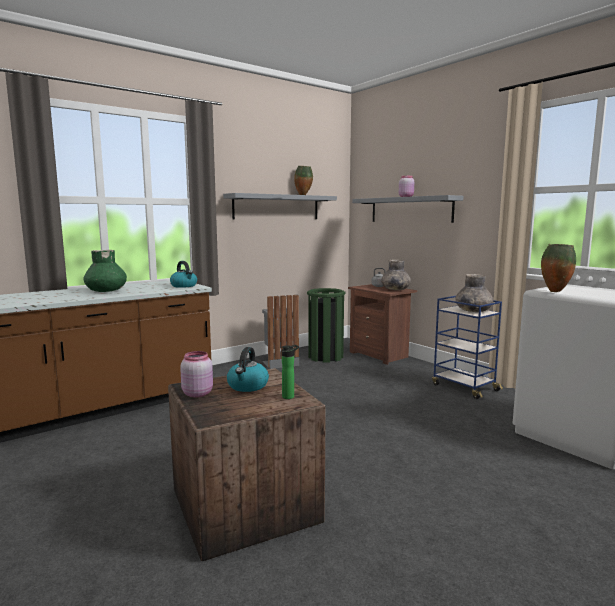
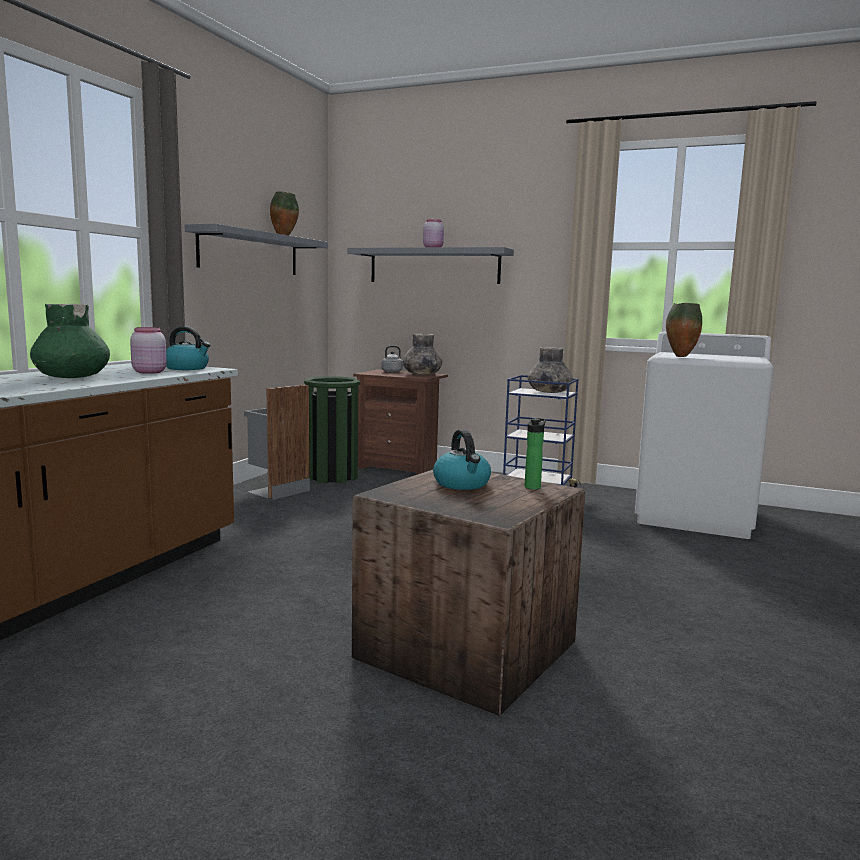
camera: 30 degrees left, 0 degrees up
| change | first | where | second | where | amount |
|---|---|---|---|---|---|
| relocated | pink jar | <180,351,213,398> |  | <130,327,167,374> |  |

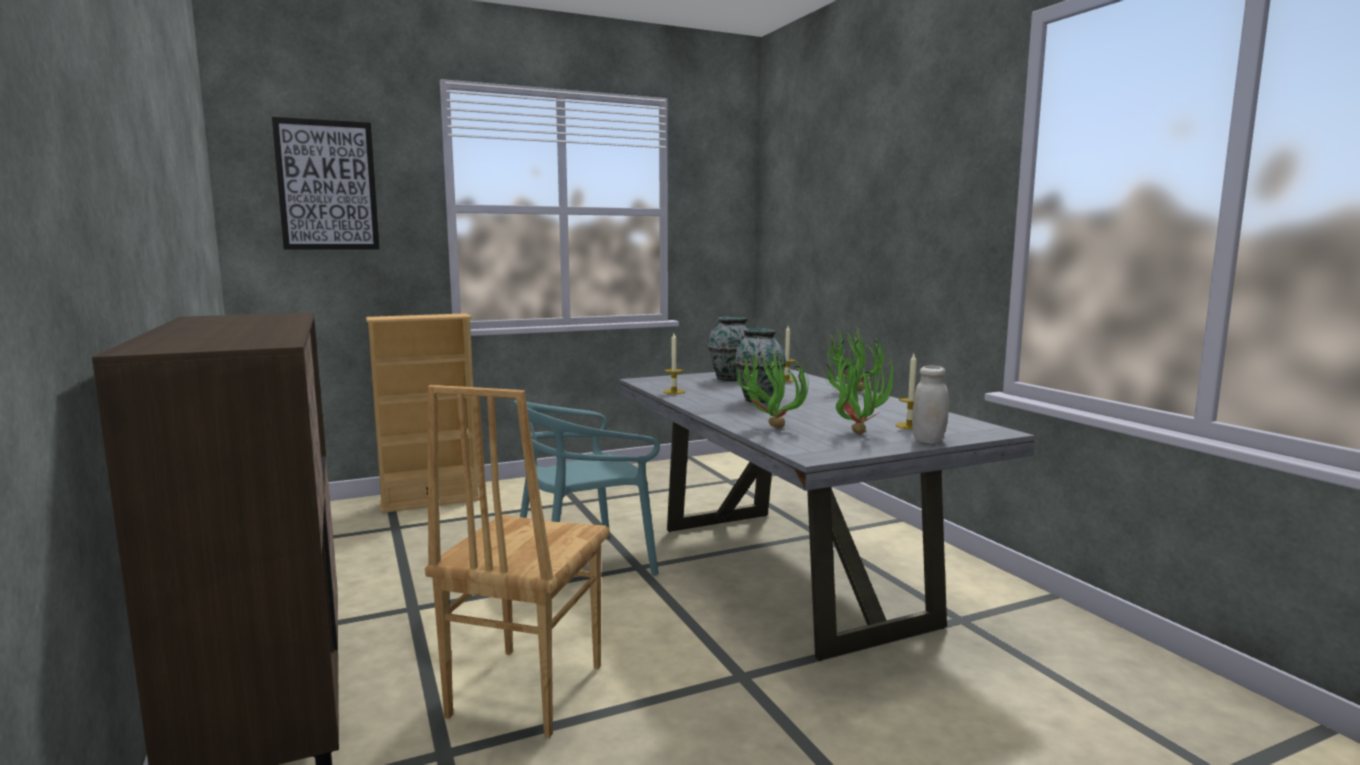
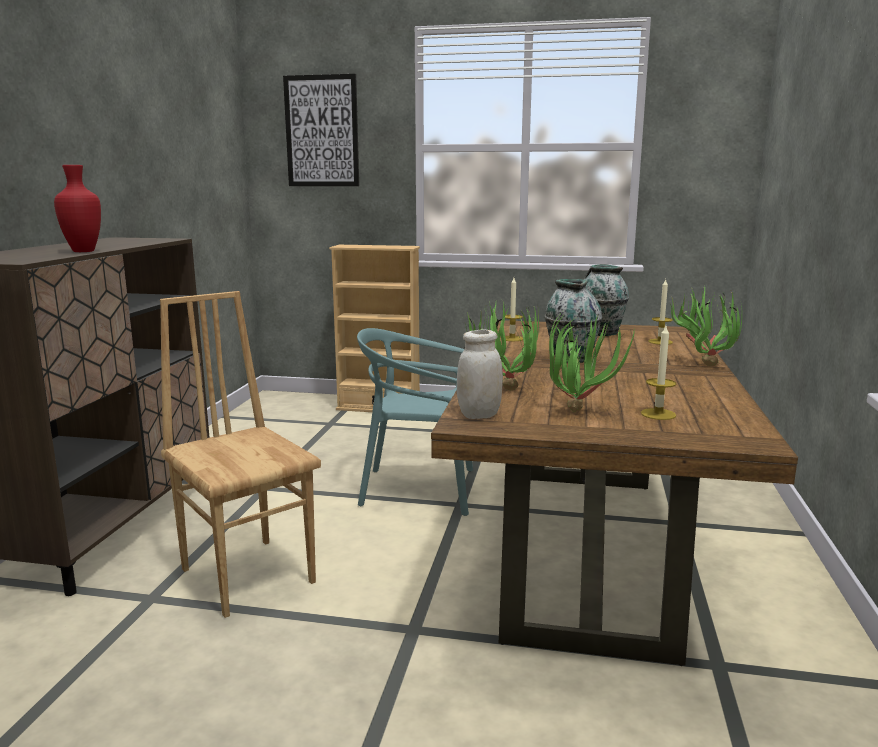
camera: 35 degrees right, 5 degrees up
| change | first | where | second | where | amount |
|---|---|---|---|---|---|
| appeared |  |  | red vase | <54,165,101,252> |  |
| spun | brown chair | <425,385,609,738> |  | <160,291,321,618> | 90 degrees clockwise |
| colour | grey dining table | <619,369,1035,661> | brown dining table | <431,320,798,666> |  |
| relocated | white jar | <912,366,949,444> |  | <457,330,503,419> |  |

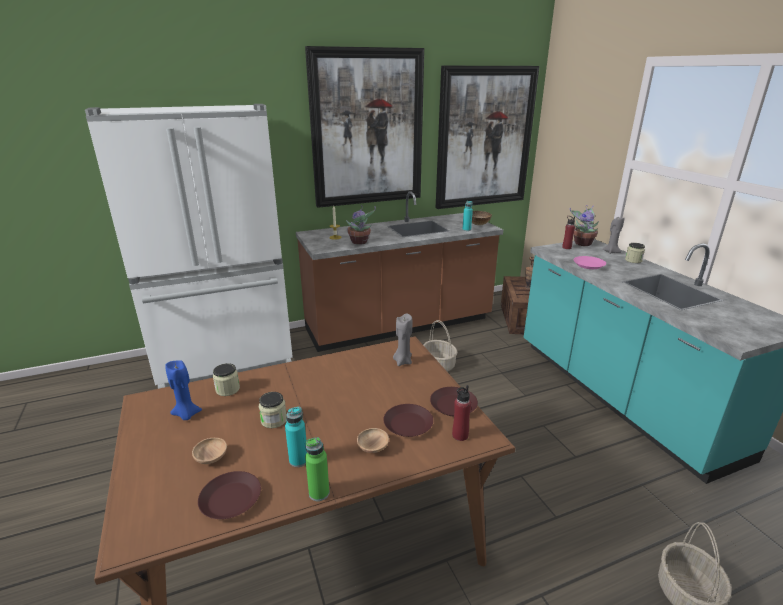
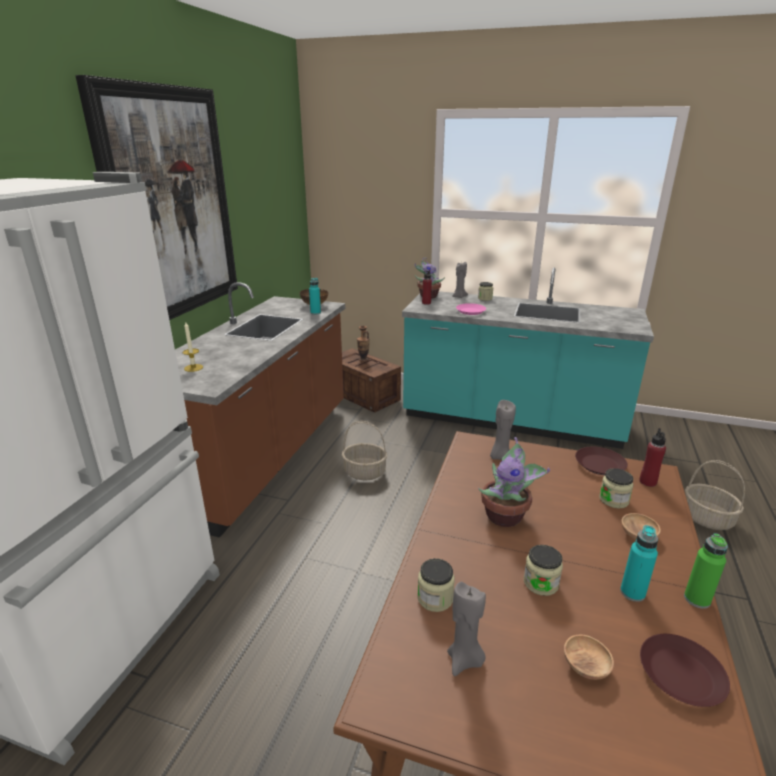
camera: 50 degrees left, 0 degrees up
| change | first | where | second | where | amount |
|---|---|---|---|---|---|
| colour | blue candle | <165,360,202,420> | grey candle | <447,581,486,676> |  |
| relocated | potted plant | <346,205,376,245> |  | <478,437,550,527> |  |
| exchanged | brown plate | <383,404,433,437> | jar | <599,468,634,509> |  |
| missing | picture | <436,66,539,209> |  |  |  |

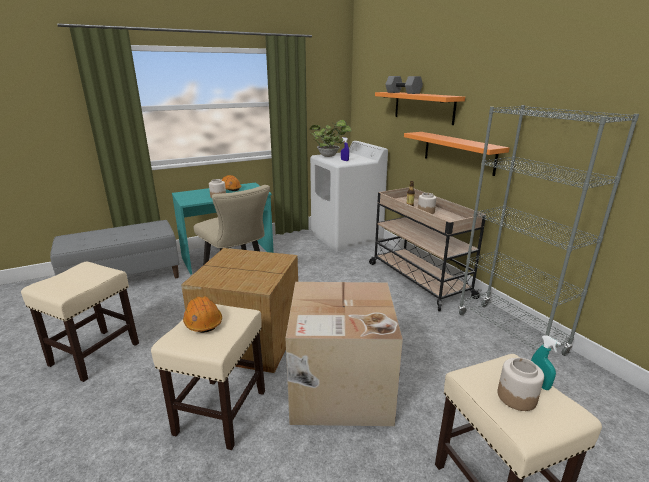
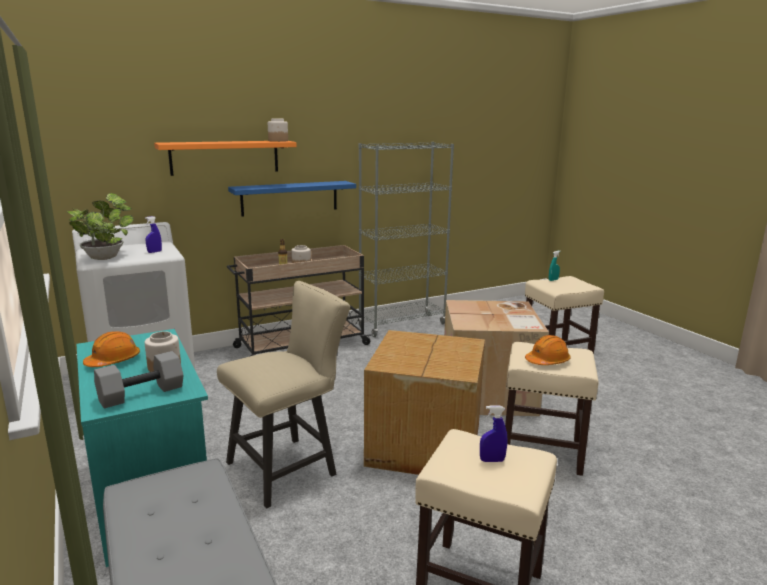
camera: 90 degrees left, 5 degrees down
| change | first | where | second | where | amount |
|---|---|---|---|---|---|
| relocated | grey dumbbell | <385,76,423,94> |  | <94,351,184,409> |  |
| colour | orange shelf | <404,132,509,176> | blue shelf | <228,181,356,217> |  |
| relocated | jar | <497,358,544,411> |  | <268,118,288,142> |  |
| appeared |  |  | blue spray bottle | <480,406,507,462> |  |

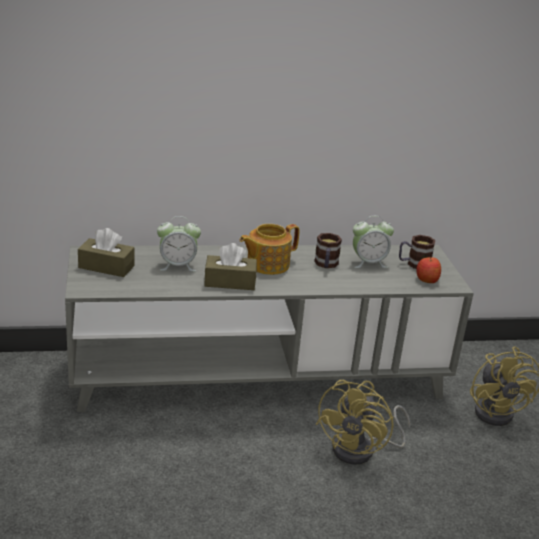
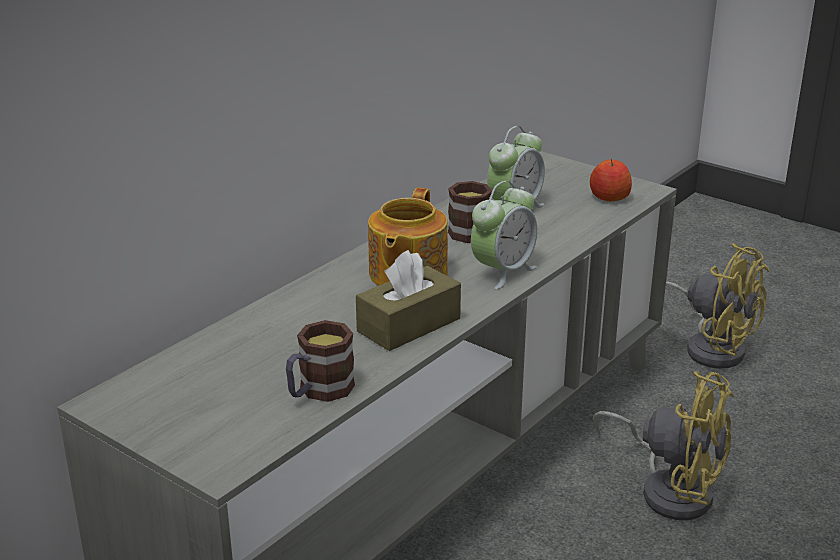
camera: 40 degrees left, 0 degrees up
| change | first | where | second | where | amount |
|---|---|---|---|---|---|
| relocated | mug | <399,235,435,269> |  | <286,320,355,402> |  |
| relocated | alarm clock | <157,216,201,272> |  | <471,181,537,289> |  |
| spun | yellow fan | <316,380,410,465> |  | <593,371,734,520> | 45 degrees counterclockwise |
| missing | brown tissue box | <78,228,135,277> |  |  |  |

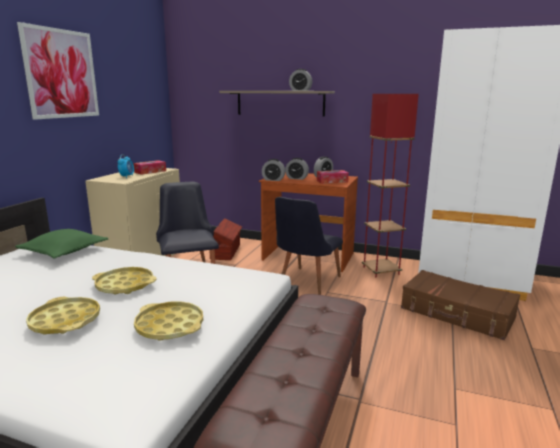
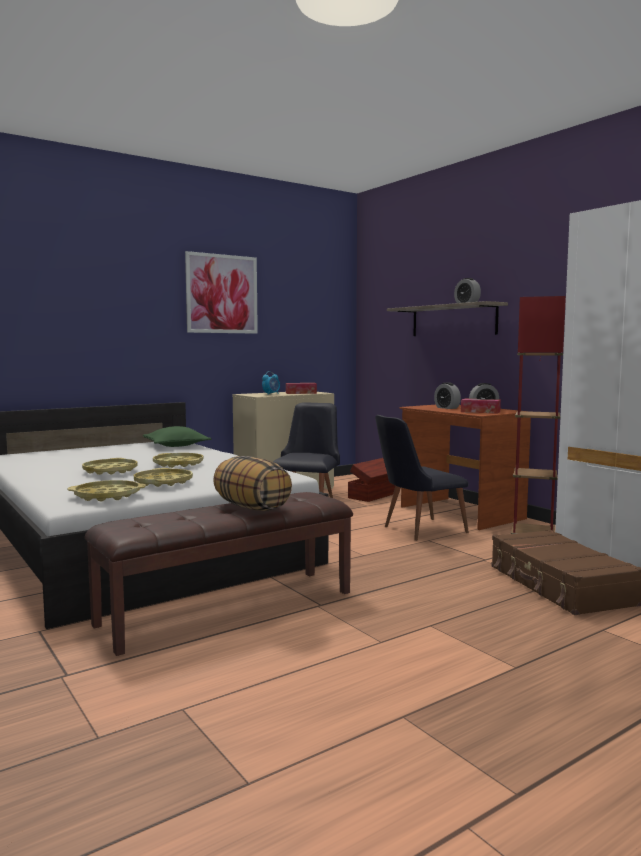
camera: 35 degrees right, 10 degrees down
| change | first | where | second | where | amount |
|---|---|---|---|---|---|
| appeared |  |  | yellow tray | <68,480,146,501> |  |
| appeared |  |  | pillow | <213,456,292,511> |  |
| missing | alarm clock | <262,159,285,181> |  |  |  |

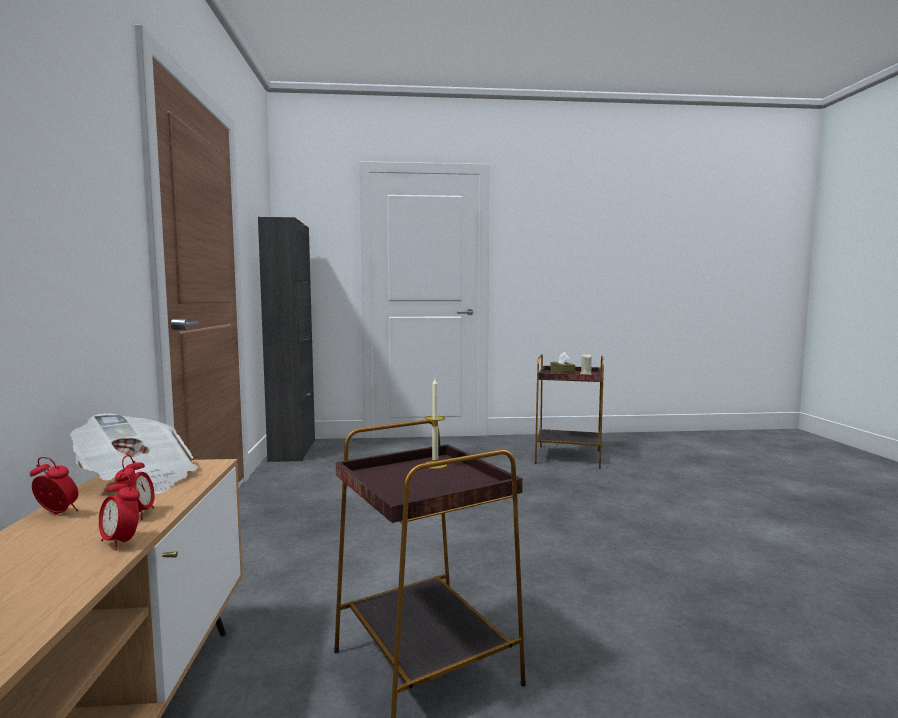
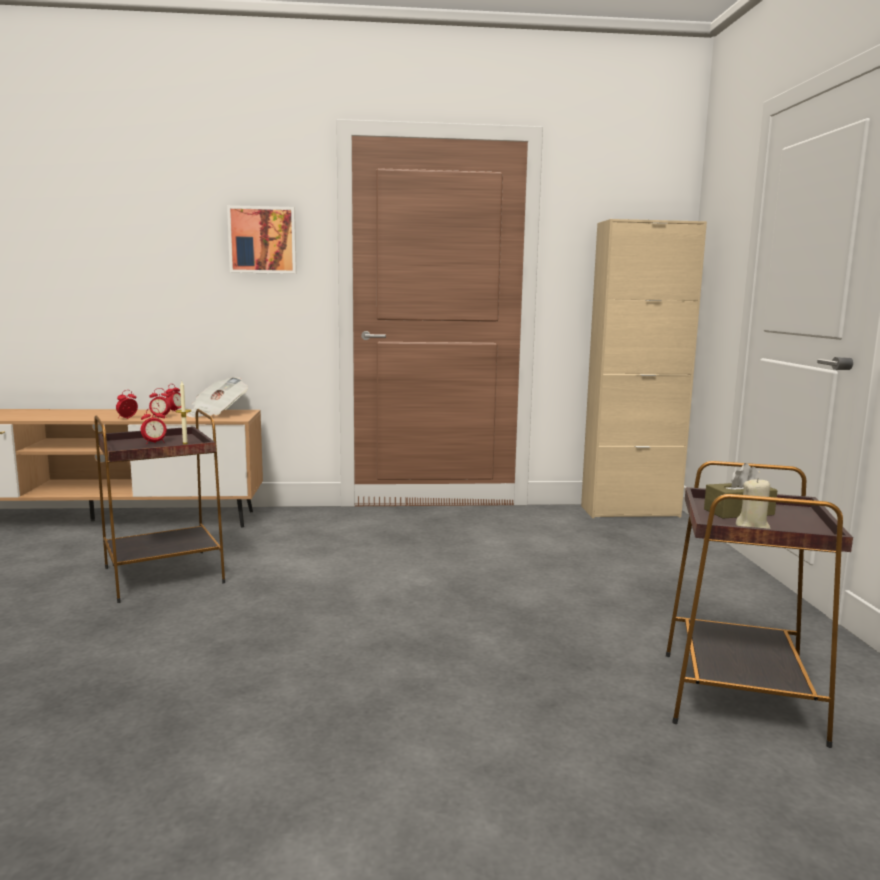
camera: 90 degrees right, 5 degrees up
| change | first | where | second | where | amount |
|---|---|---|---|---|---|
| appeared |  |  | alarm clock | <141,408,167,444> |  |
| appeared |  |  | picture | <227,205,297,274> |  |
| colour | black cabinet | <258,217,315,462> | beige cabinet | <581,219,707,518> |  |

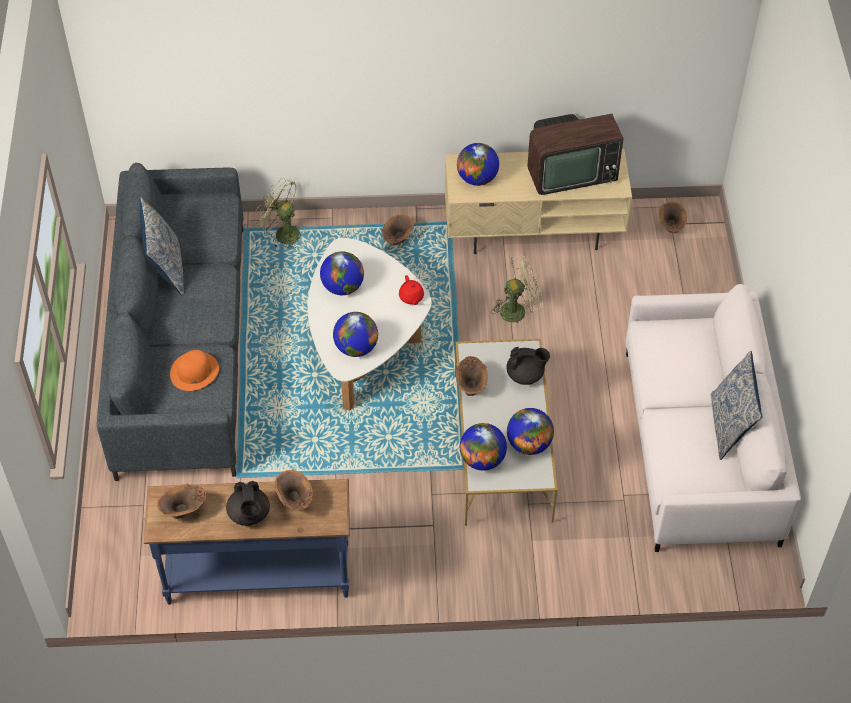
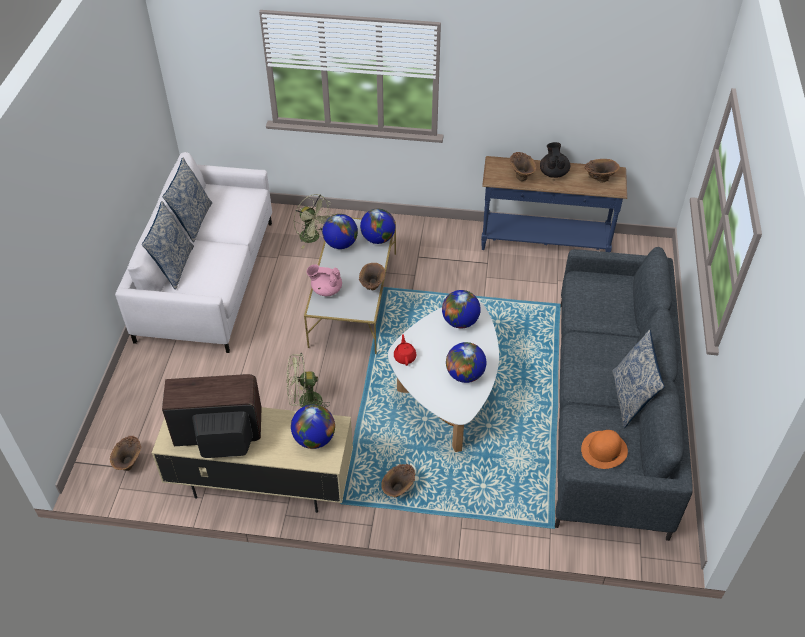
camera: 170 degrees left, 5 degrees down
| change | first | where | second | where | amount |
|---|---|---|---|---|---|
| appeared |  |  | pillow | <142,201,194,290> |  |
| relocated | green fan | <255,178,300,250> |  | <294,194,333,249> |  |
| colour | black teapot | <506,347,550,385> | pink teapot | <307,264,342,296> |  |
| relocated | orange hat | <170,350,219,391> |  | <581,430,628,469> |  |

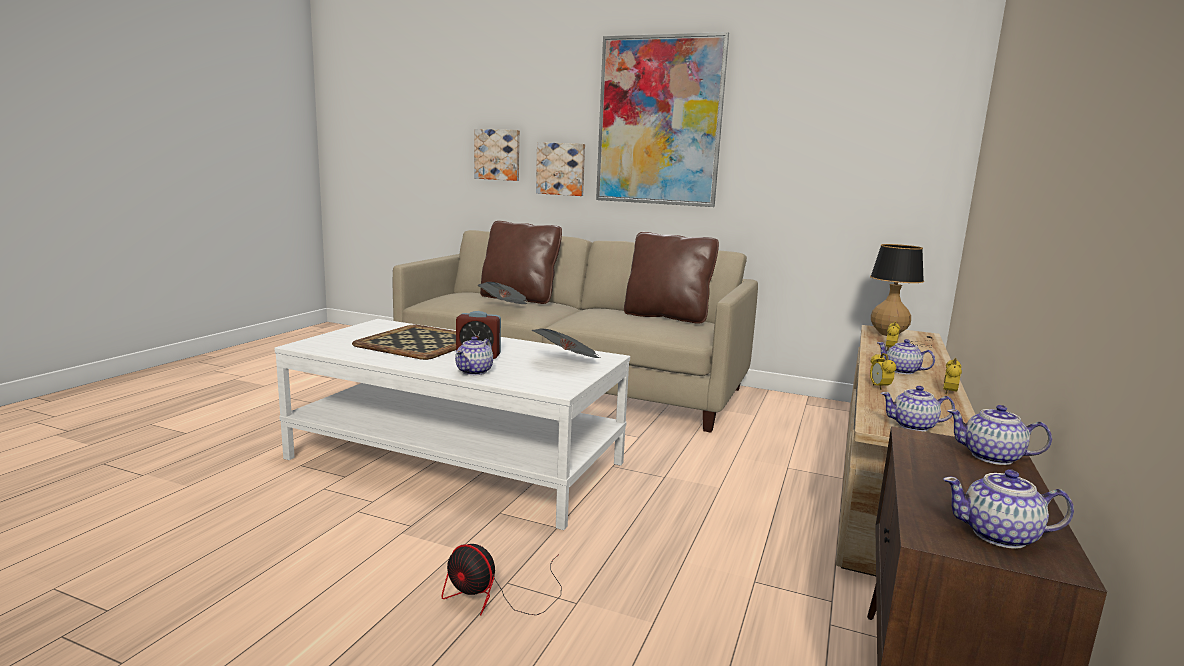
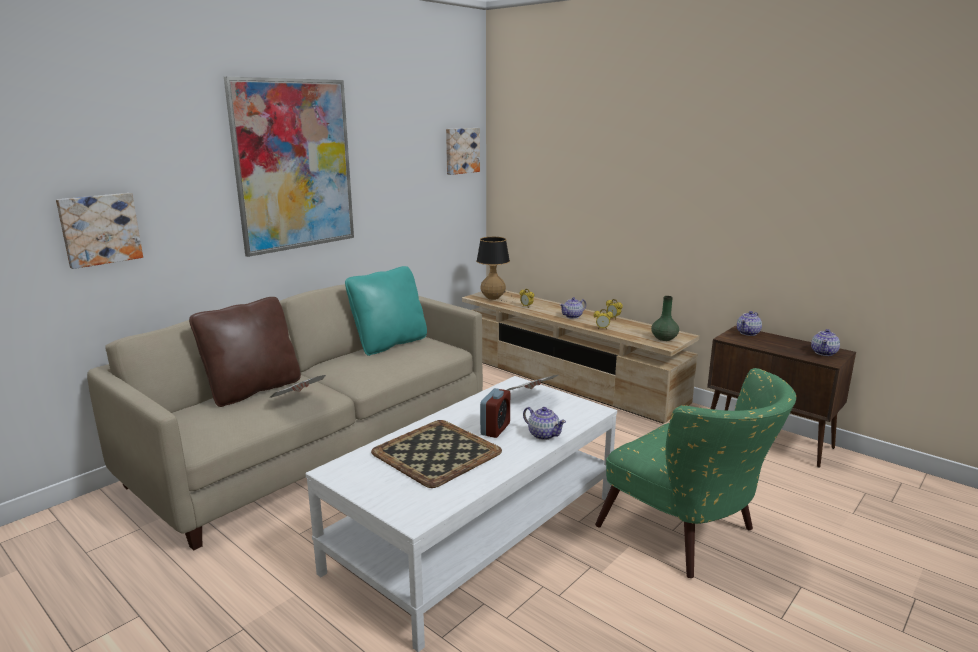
camera: 70 degrees left, 5 degrees up
| change | first | where | second | where | amount |
|---|---|---|---|---|---|
| colour | brown pillow | <624,232,719,324> | turquoise pillow | <345,266,427,356> |  |
| relocated | picture | <536,142,585,196> |  | <446,128,480,175> |  |
| exchanged | fan | <442,544,562,616> | green armchair | <595,368,796,578> |  |
| exchanged | teapot | <881,386,955,432> | green vase | <651,296,679,341> |  |

